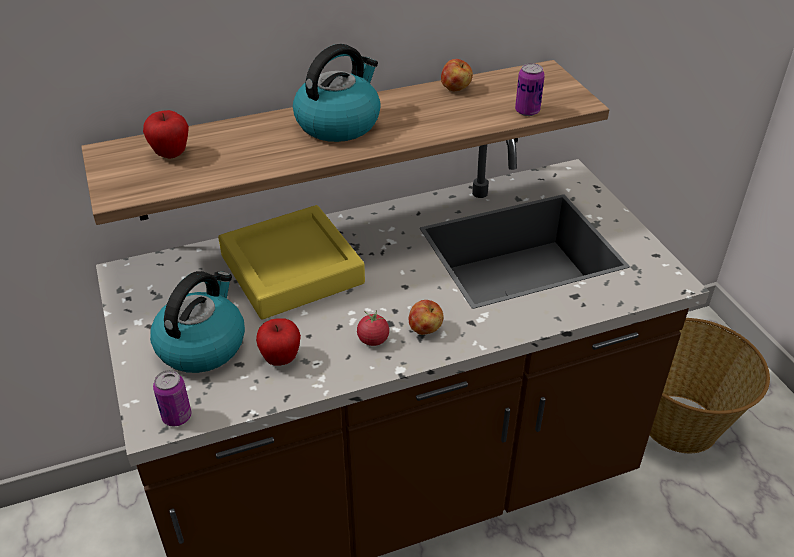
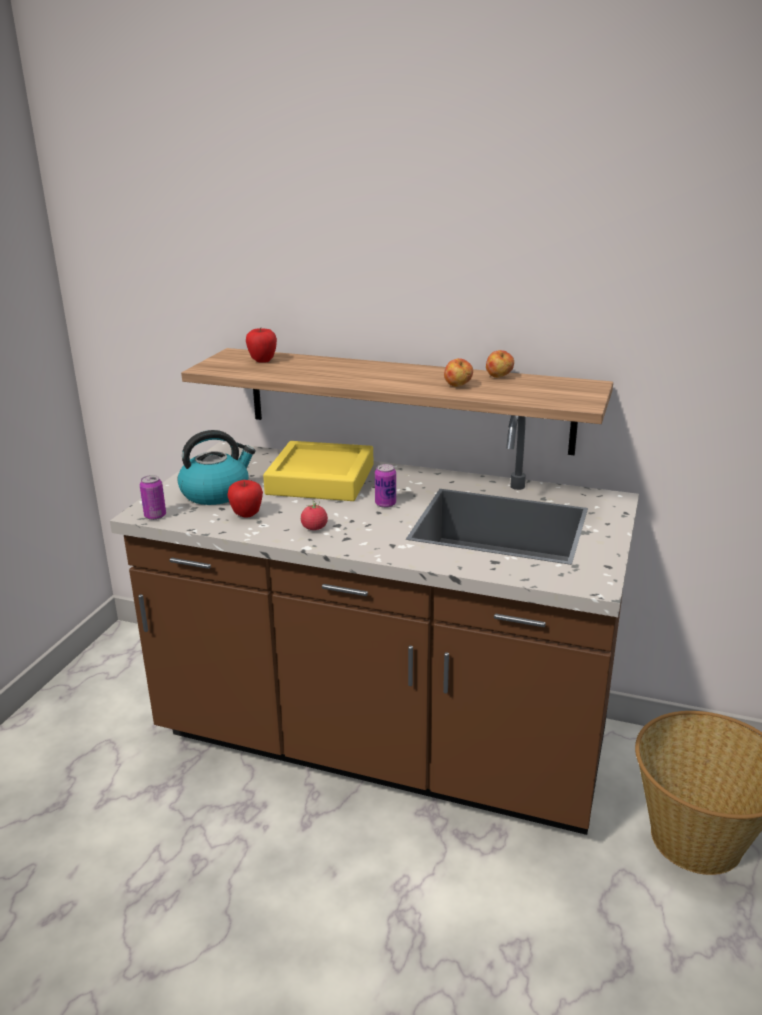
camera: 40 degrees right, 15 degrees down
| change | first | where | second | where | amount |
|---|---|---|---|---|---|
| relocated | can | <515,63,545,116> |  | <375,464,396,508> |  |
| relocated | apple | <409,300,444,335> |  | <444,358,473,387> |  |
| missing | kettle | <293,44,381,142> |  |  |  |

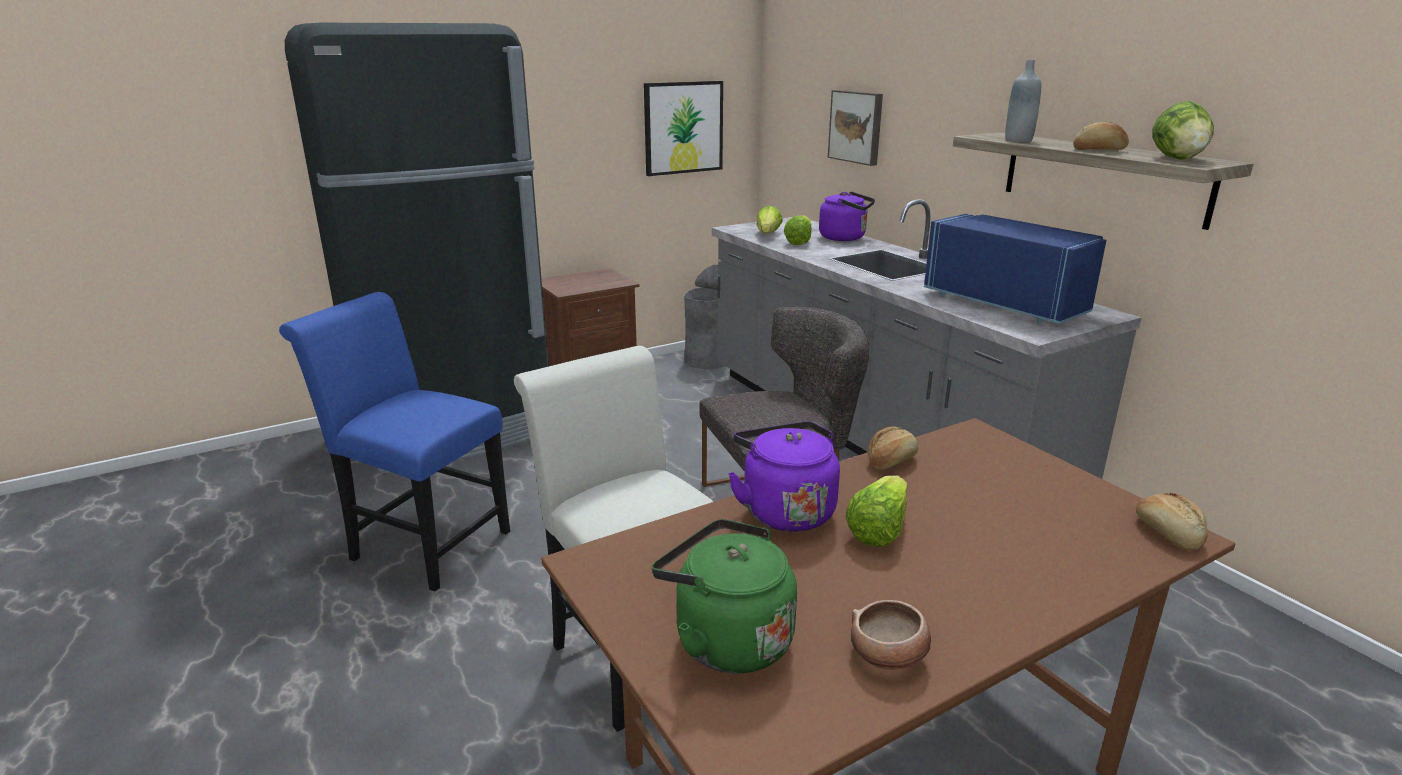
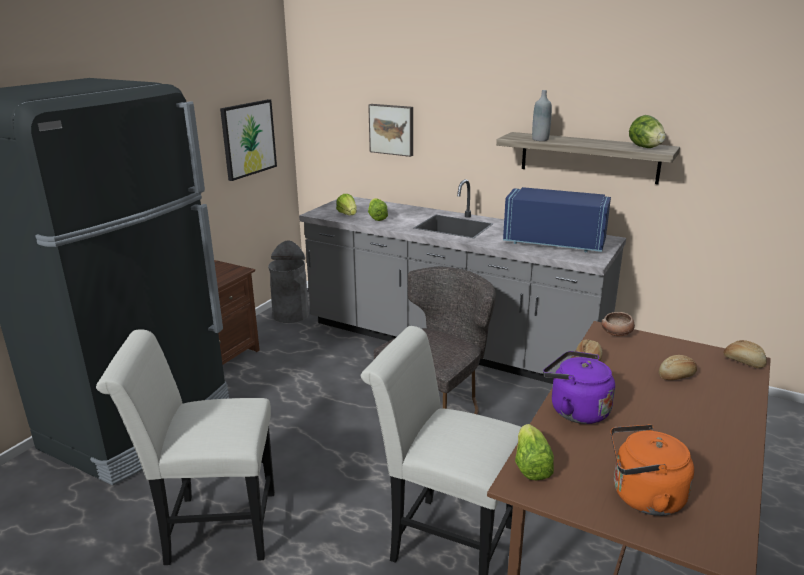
camera: 30 degrees left, 0 degrees up
| change | first | where | second | where | amount |
|---|---|---|---|---|---|
| colour | blue chair | <279,292,510,591> | white chair | <96,329,275,565> |  |
| relocated | lettuce | <846,476,907,547> |  | <515,424,554,480> |  |
| relocated | bowl | <851,600,931,670> |  | <601,312,635,336> |  |
| colour | green kettle | <652,519,797,673> | orange kettle | <611,424,694,516> |  |
| relocated | bread | <1073,122,1129,150> |  | <659,355,697,380> |  |
| missing | purple kettle | <819,191,875,241> |  |  |  |

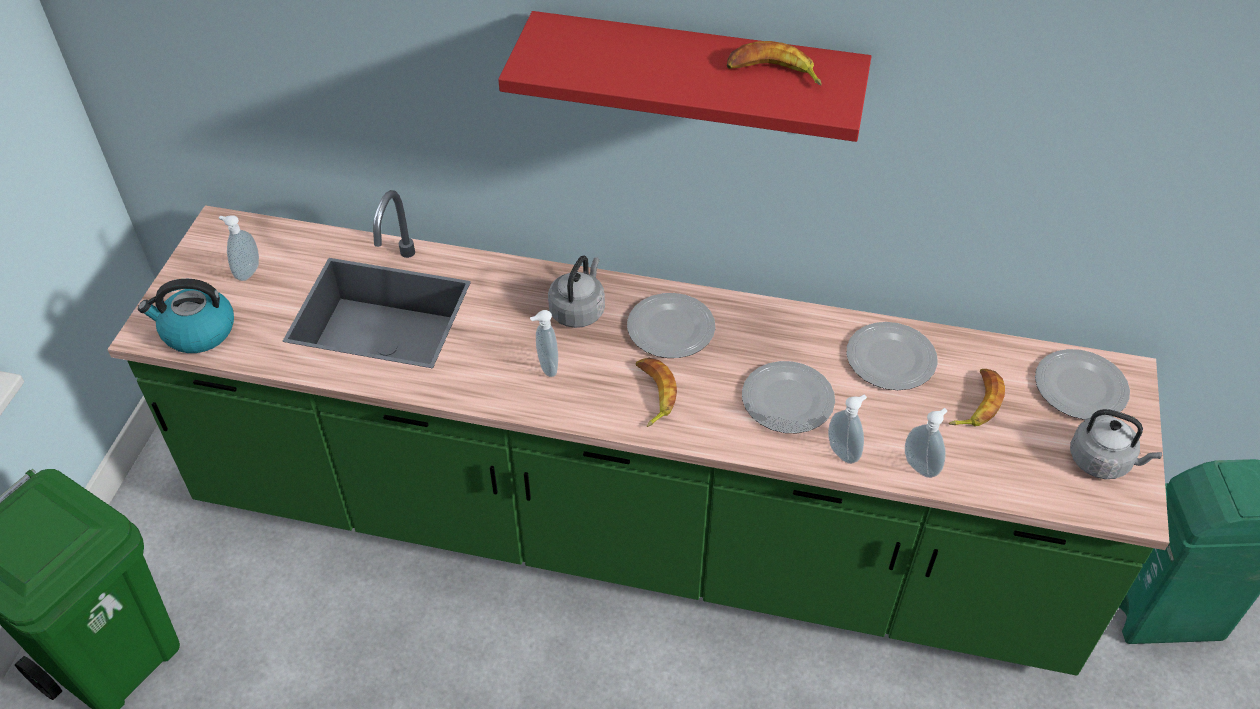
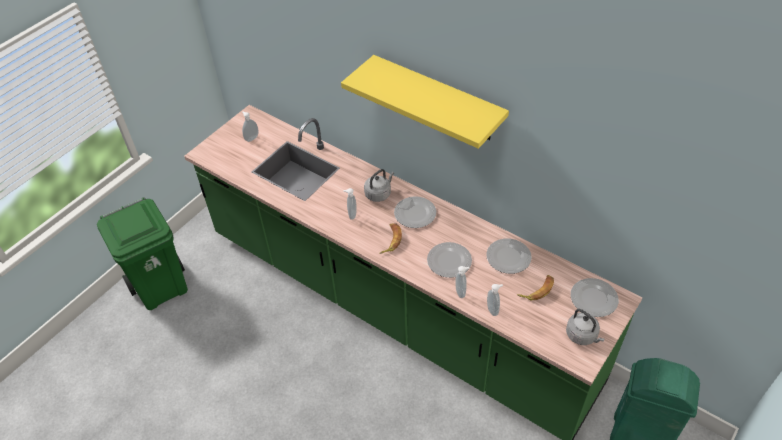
camera: 25 degrees right, 0 degrees up
| change | first | where | second | where | amount |
|---|---|---|---|---|---|
| colour | red shelf | <498,11,871,142> | yellow shelf | <341,55,509,149> |  |
| missing | kettle | <138,279,234,353> |  |  |  |
| missing | banana | <727,41,822,86> |  |  |  |

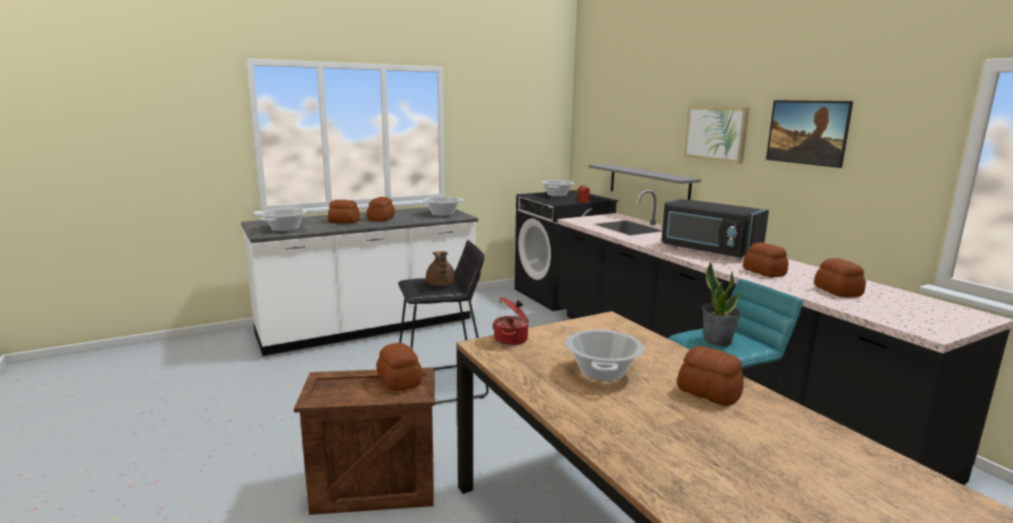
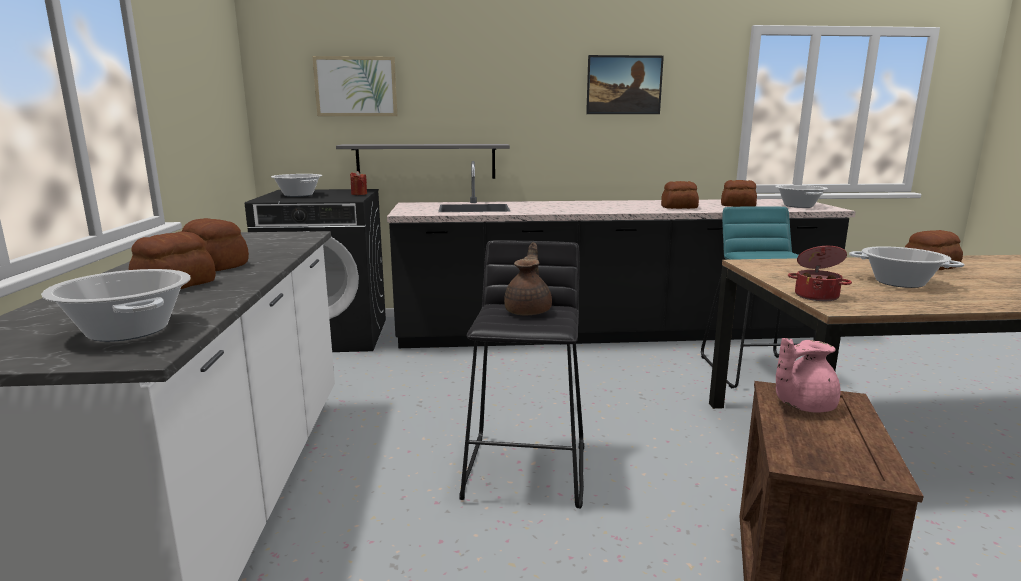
camera: 65 degrees left, 0 degrees up
| change | first | where | second | where | amount |
|---|---|---|---|---|---|
| relocated | picture | <684,106,750,163> |  | <312,56,397,116> |  |
| spun | brown teapot | <426,251,455,286> |  | <504,242,552,315> | 90 degrees counterclockwise |
| relocated | cooking pot | <419,196,465,216> |  | <775,185,828,208> |  |
| exchanged | bread | <376,343,422,391> | pink teapot | <776,338,840,412> |  |
| missing | black microwave | <661,199,769,260> |  |  |  |
| missing | potted plant | <702,262,741,347> |  |  |  |

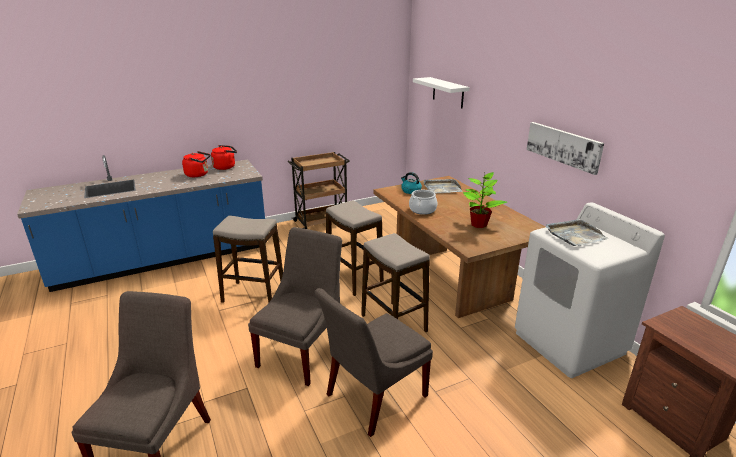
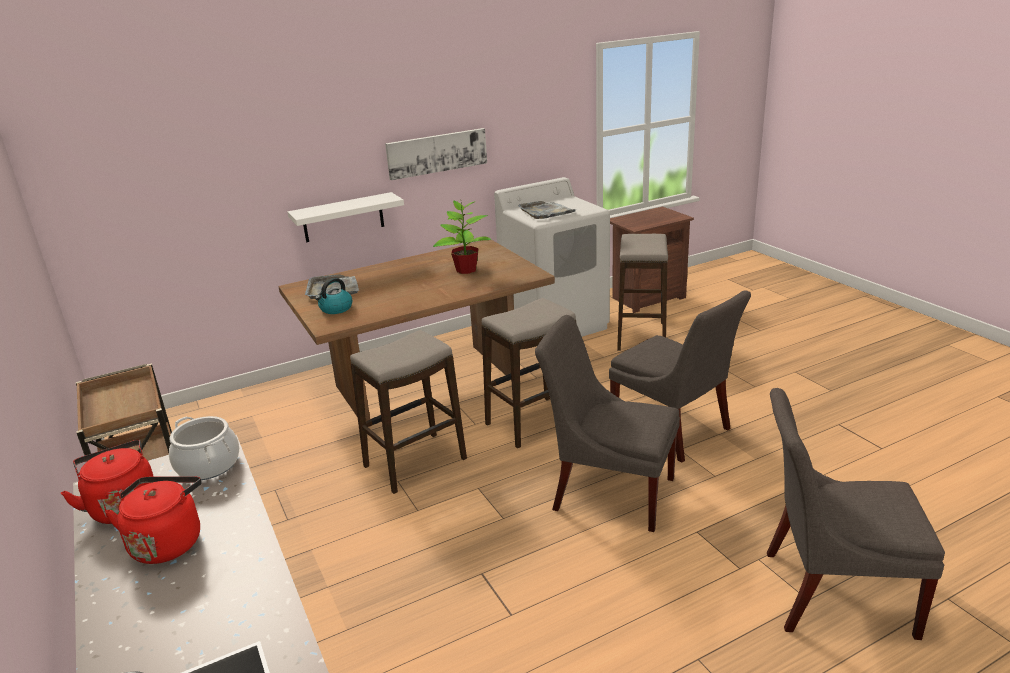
camera: 90 degrees left, 0 degrees up
| change | first | where | second | where | amount |
|---|---|---|---|---|---|
| relocated | cooking pot | <409,189,437,215> |  | <169,416,239,480> |  |
| relocated | white shelf | <413,77,470,108> |  | <287,192,404,242> |  |
| relocated | stool | <213,216,283,303> |  | <617,234,668,351> |  |

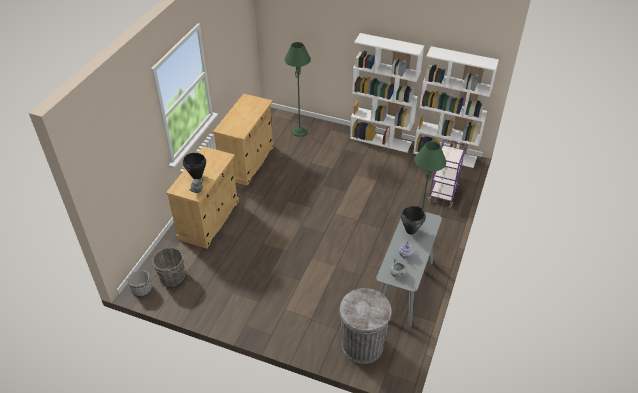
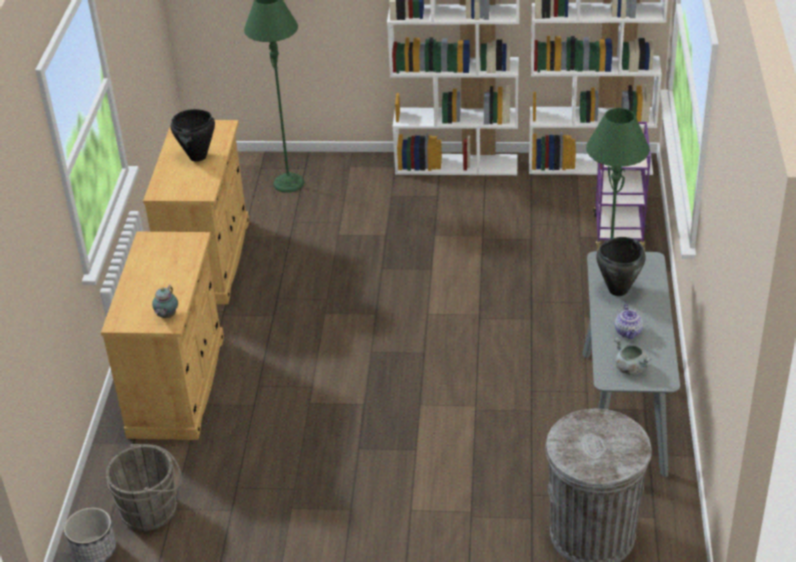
camera: 15 degrees left, 5 degrees down
| change | first | where | second | where | amount |
|---|---|---|---|---|---|
| relocated | black cooking pot | <183,153,206,180> |  | <171,109,215,162> |  |

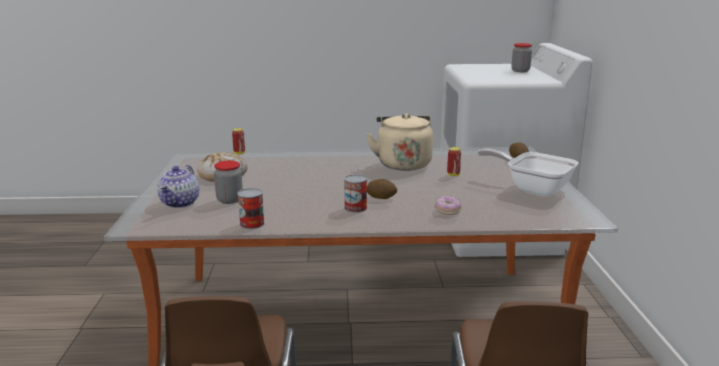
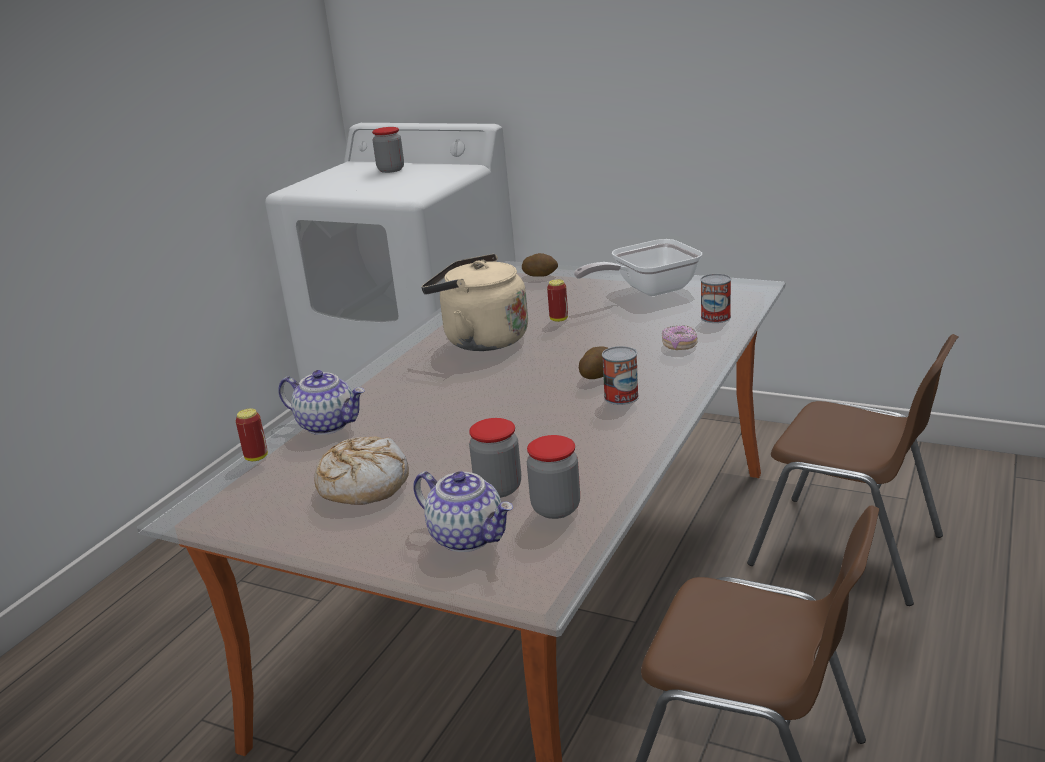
camera: 60 degrees left, 5 degrees up
| change | first | where | second | where | amount |
|---|---|---|---|---|---|
| appeared |  |  | teapot | <278,370,365,435> |  |
| appeared |  |  | jar | <527,435,580,519> |  |
| relocated | can | <237,188,265,229> |  | <700,274,731,323> |  |

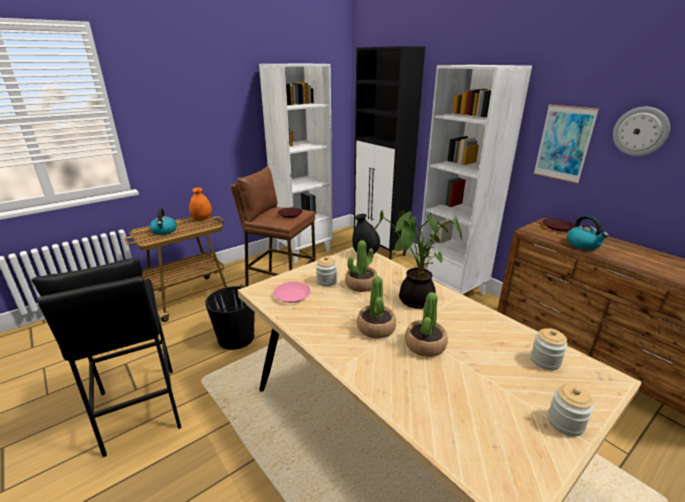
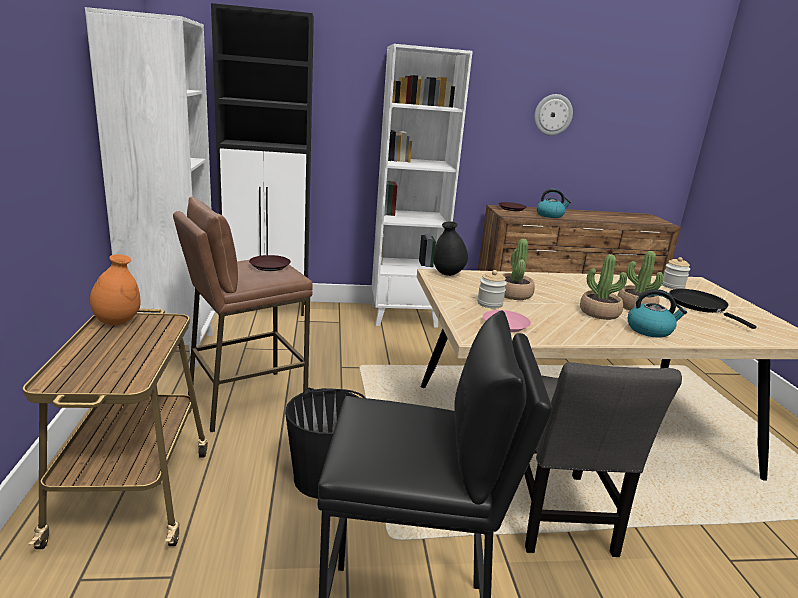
camera: 60 degrees left, 5 degrees down
| change | first | where | second | where | amount |
|---|---|---|---|---|---|
| appeared |  |  | grey chair | <524,362,682,557> |  |
| relocated | kettle | <150,208,177,235> |  | <628,289,687,338> |  |
| appeared |  |  | black frying pan | <669,289,757,329> |  |
| missing | potted plant | <373,210,462,309> |  |  |  |
| missing | picture | <533,105,599,183> |  |  |  |
| missing | jar | <548,384,594,436> |  |  |  |

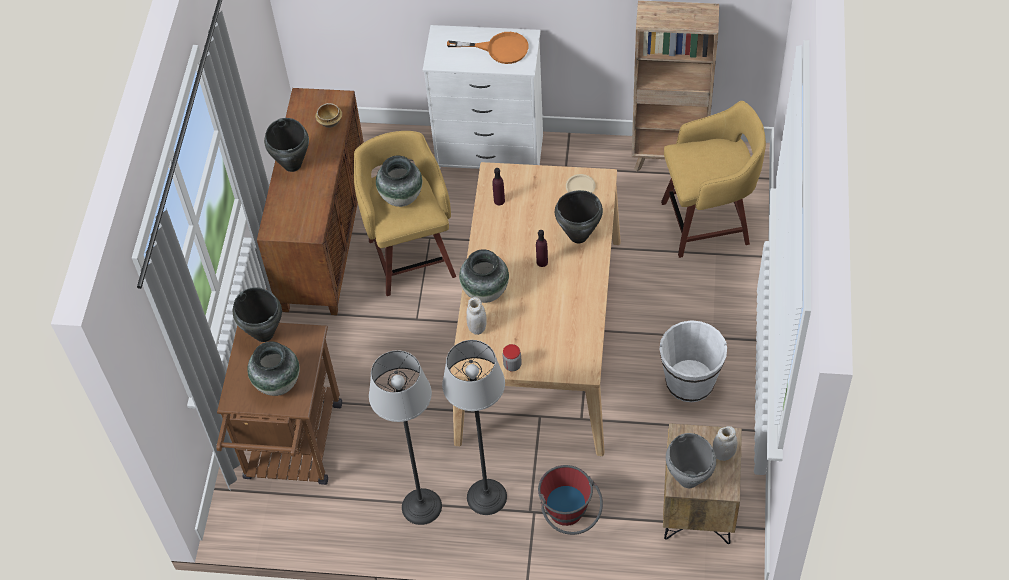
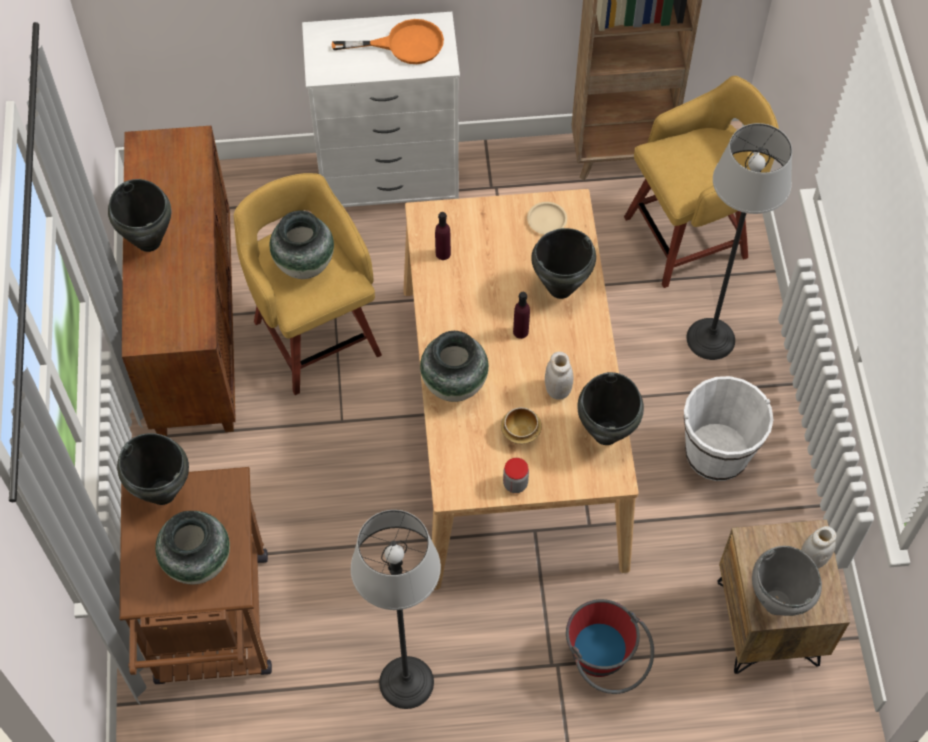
camera: 15 degrees left, 5 degrees up
| change | first | where | second | where | amount |
|---|---|---|---|---|---|
| relocated | bowl | <315,103,342,128> |  | <501,407,542,444> |  |
| relocated | white jar | <467,297,486,335> |  | <545,352,573,400> |  |
| appeared |  |  | black cooking pot | <577,372,644,445> |  |
| relocated | floor lamp | <442,340,507,515> |  | <687,123,792,360> |  |

